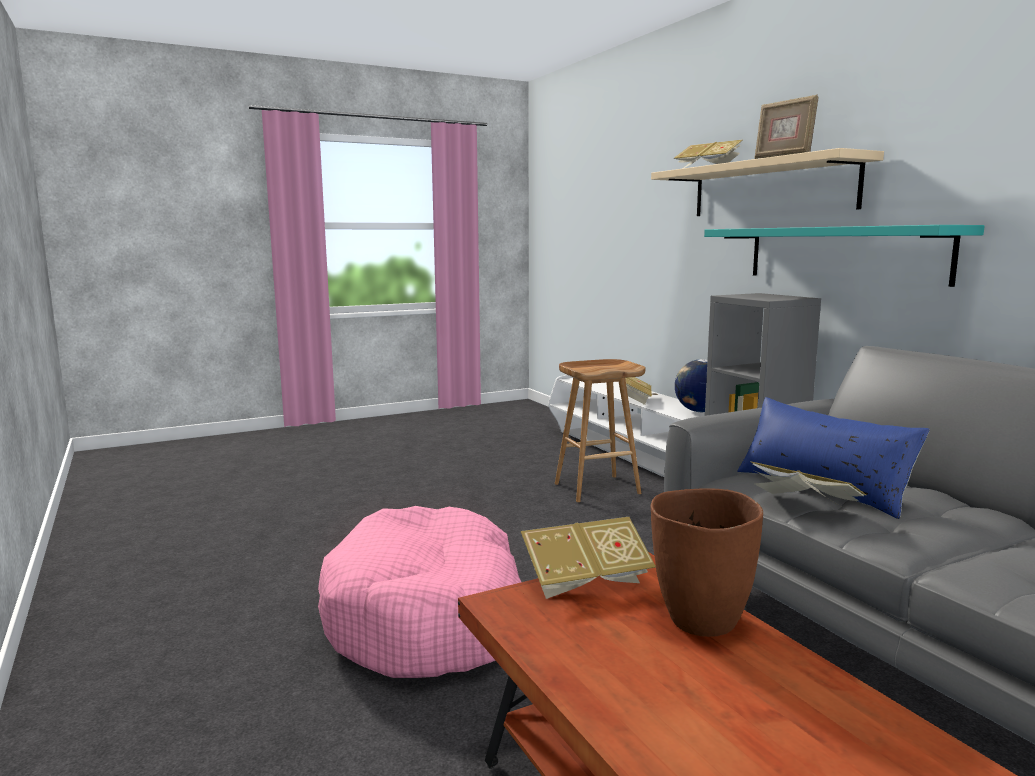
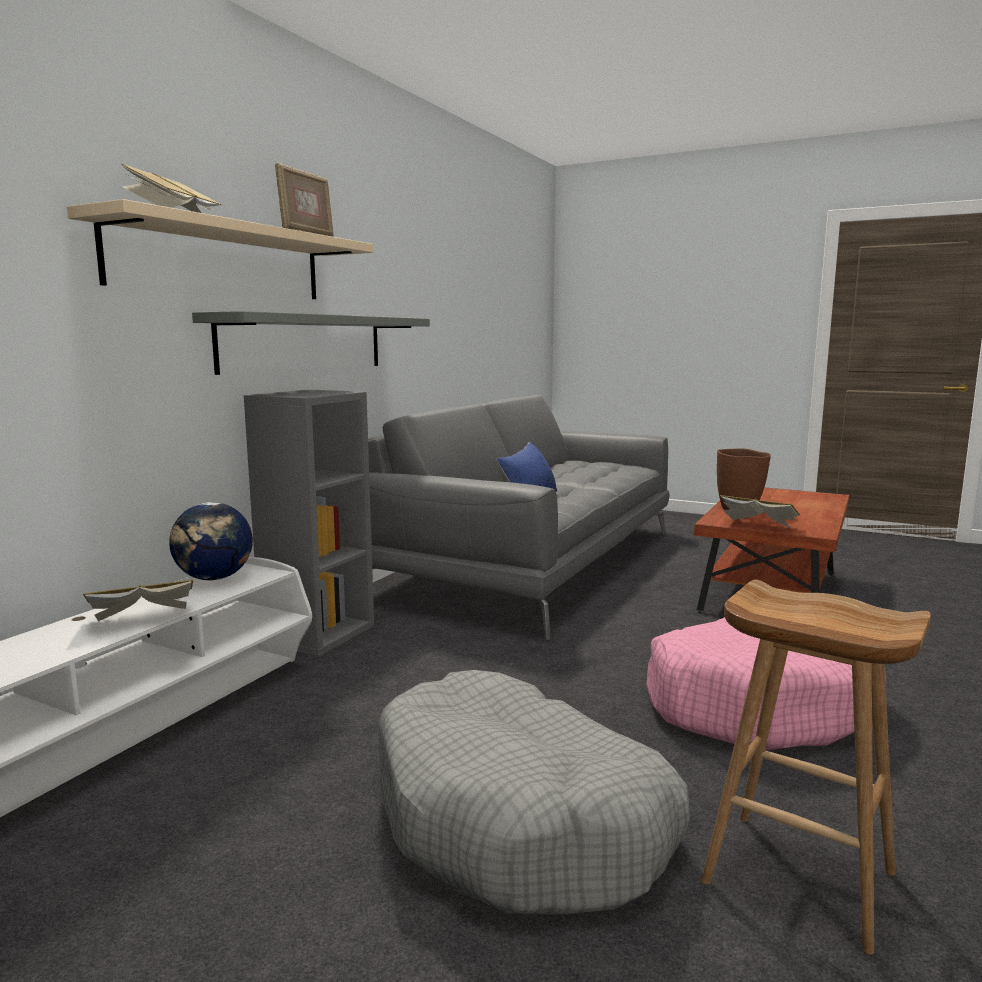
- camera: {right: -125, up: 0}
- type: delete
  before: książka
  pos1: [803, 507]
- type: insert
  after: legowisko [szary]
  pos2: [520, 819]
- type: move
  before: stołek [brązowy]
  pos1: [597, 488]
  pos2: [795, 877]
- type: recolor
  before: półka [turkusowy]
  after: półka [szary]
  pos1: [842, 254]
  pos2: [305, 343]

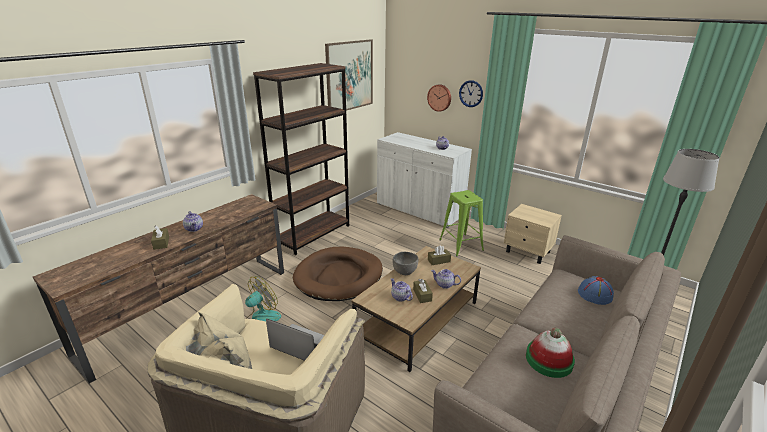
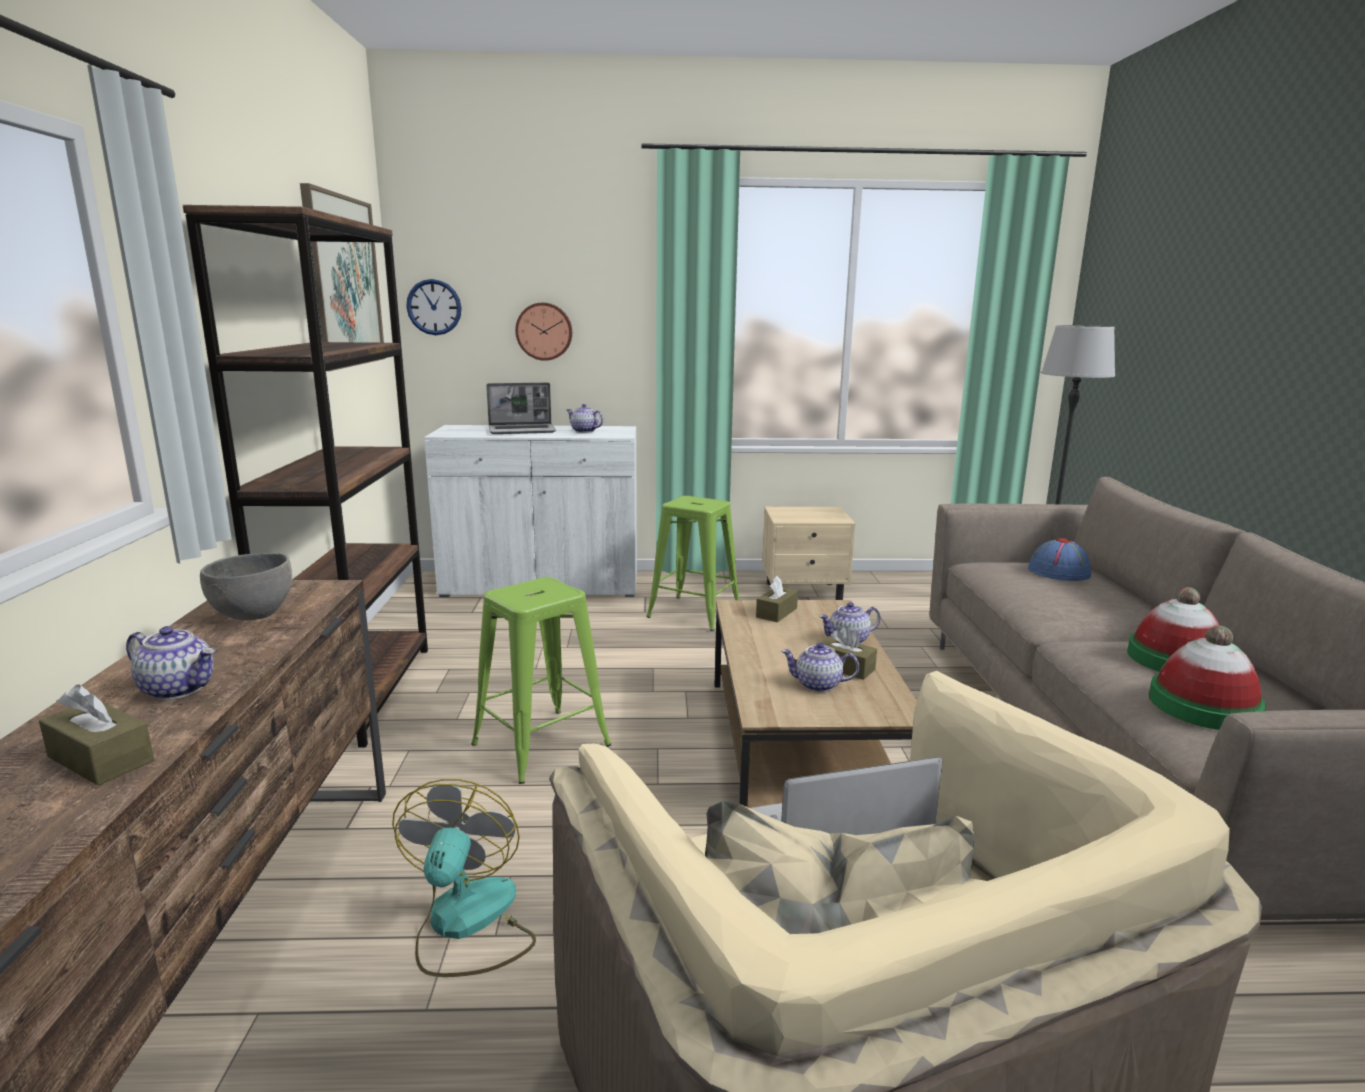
- camera: {right: -40, up: -10}
- type: insert
  after: laptop
  pos2: [523, 430]
- type: insert
  after: kapelusz
  pos2: [1203, 706]
- type: move
  before: miska [szary]
  pos1: [405, 272]
  pos2: [253, 614]
- type: move
  before: zegar ścienny
  pos1: [471, 93]
  pos2: [434, 307]
- type: replace
  before: legowisko [brązowy]
  after: stołek [zielony]
  pos1: [339, 276]
  pos2: [540, 745]

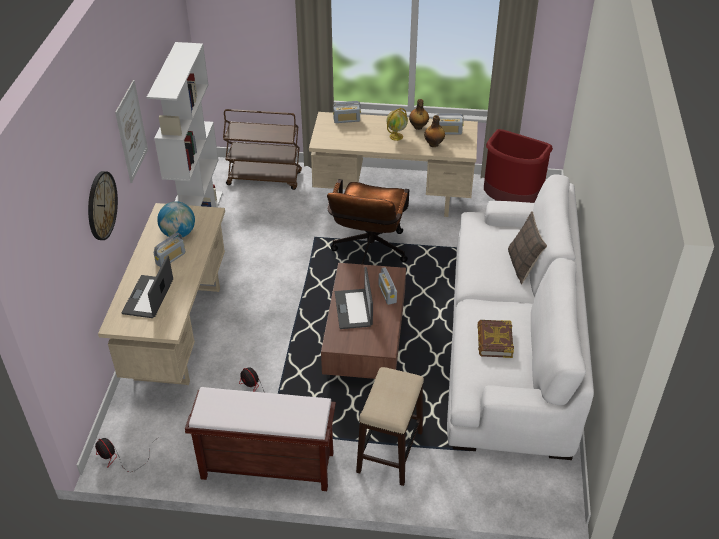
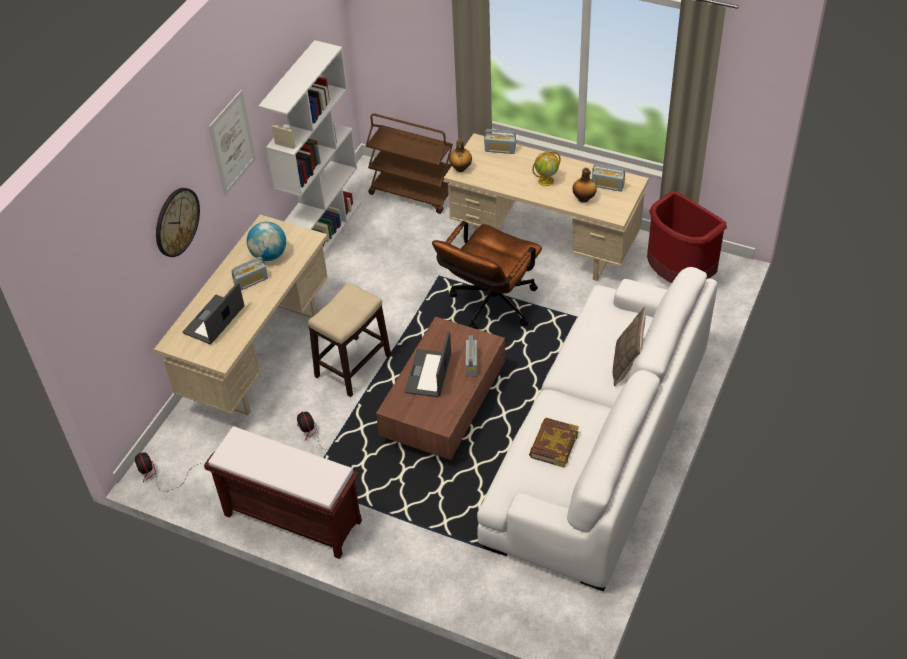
- camera: {right: 20, up: 5}
- type: move
  before: stołek
  pos1: [389, 452]
  pos2: [352, 367]
- type: move
  before: butelka
  pos1: [418, 127]
  pos2: [460, 168]

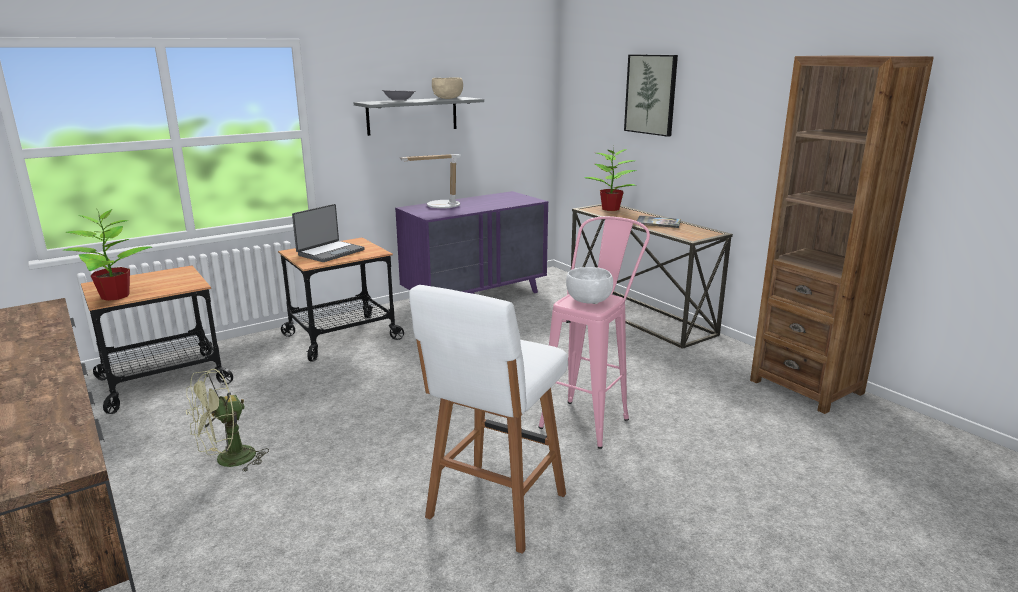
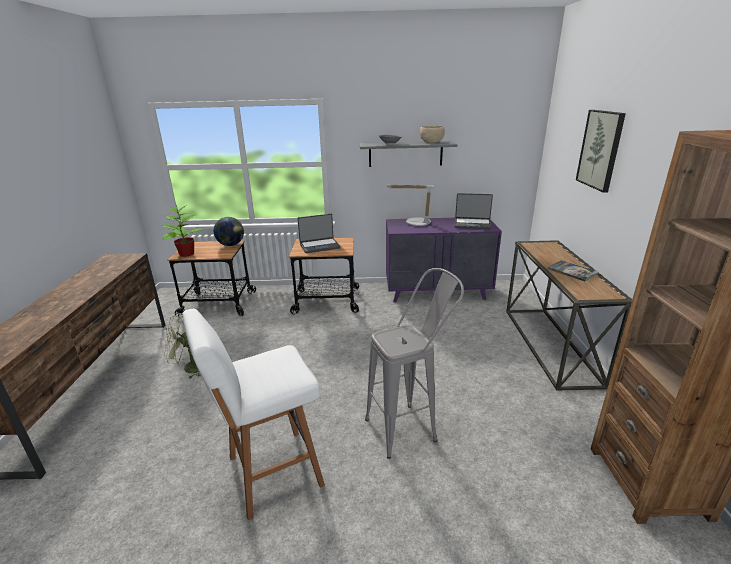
- camera: {right: 35, up: 5}
- type: delete
  before: miska [biały]
  pos1: [589, 301]
- type: delete
  before: roślina doniczkowa
  pos1: [611, 209]
- type: insert
  after: globus
  pos2: [231, 245]
- type: insert
  after: laptop
  pos2: [472, 224]
- type: recolor
  before: stołek [różowy]
  after: stołek [szary]
  pos1: [590, 418]
  pos2: [410, 427]

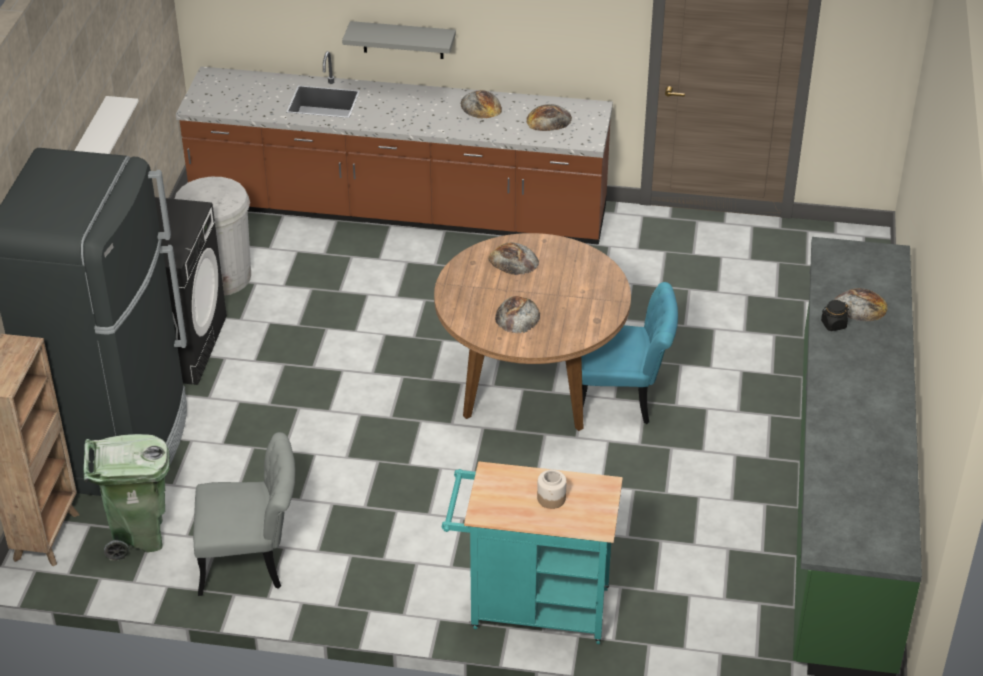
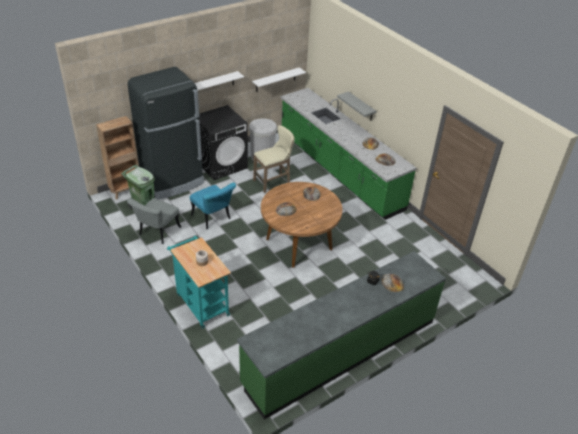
- camera: {right: 45, up: 0}
- type: insert
  after: półka [biały]
  pos2: [276, 79]
- type: insert
  after: stołek [beżowy]
  pos2: [274, 181]
- type: move
  before: krzesło [turkusowy]
  pos1: [624, 398]
  pos2: [213, 218]
- type: recolor
  before: zabudowa kuchenna [brązowy]
  after: zabudowa kuchenna [zielony]
  pos1: [399, 210]
  pos2: [339, 171]
- type: rotate
  before: krzesło [szary]
  pos1: [252, 561]
  pos2: [157, 233]
  turn: 75

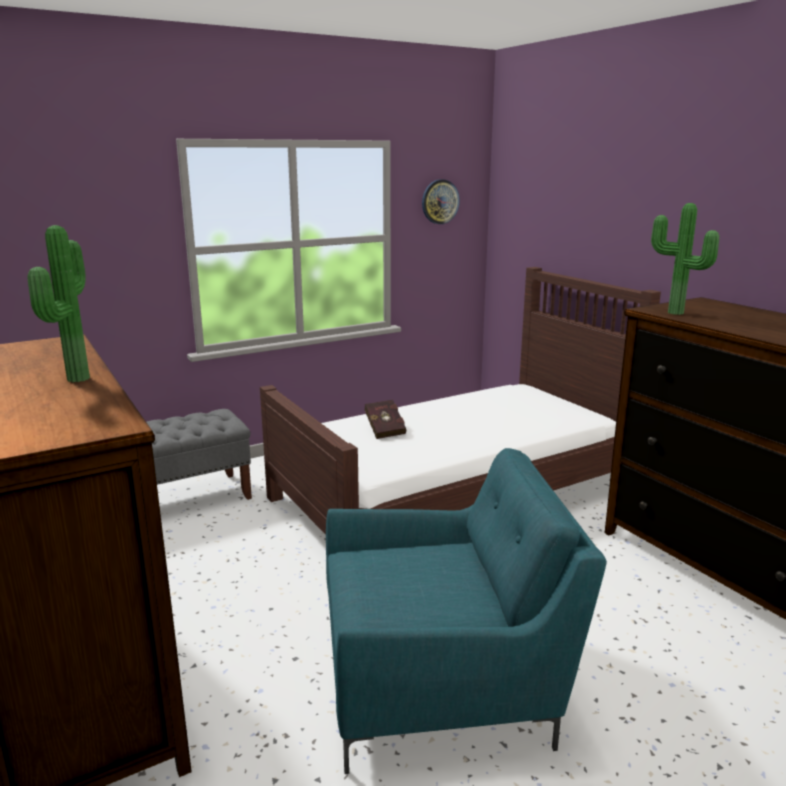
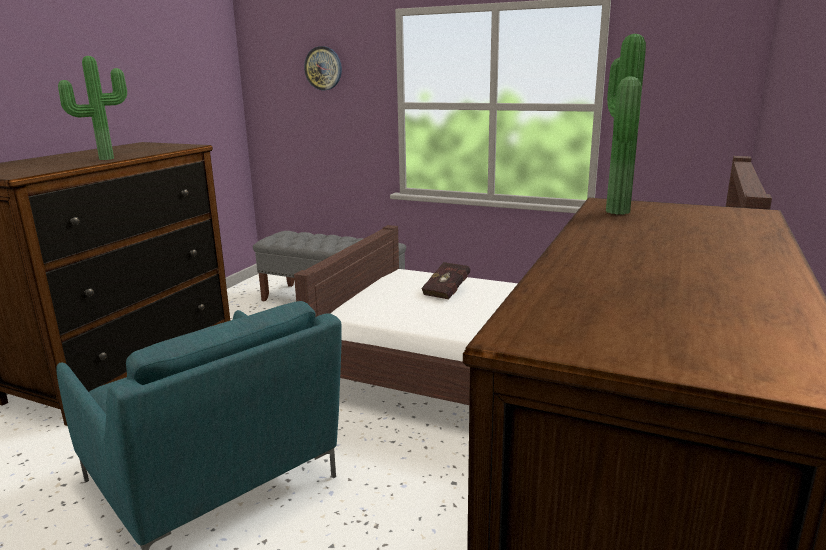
- camera: {right: 55, up: 0}
- type: move
  before: zegar ścienny
  pos1: [440, 201]
  pos2: [323, 68]

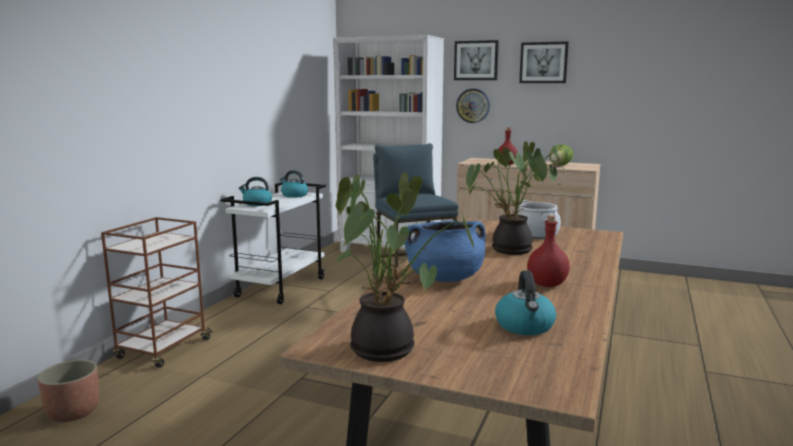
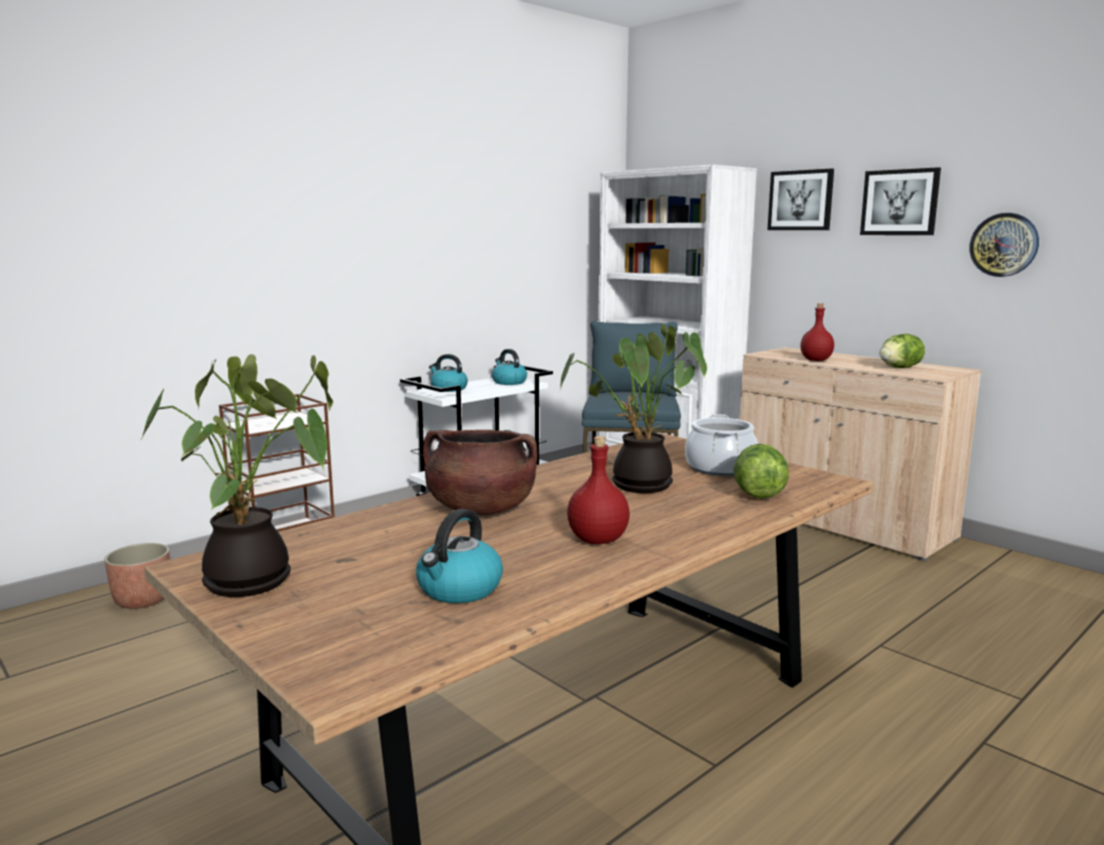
- camera: {right: 25, up: 0}
- type: insert
  after: sałata
  pos2: [758, 494]
- type: move
  before: zegar ścienny
  pos1: [473, 105]
  pos2: [1004, 245]
- type: recolor
  before: garnek [niebieski]
  after: garnek [brązowy]
  pos1: [445, 278]
  pos2: [480, 509]

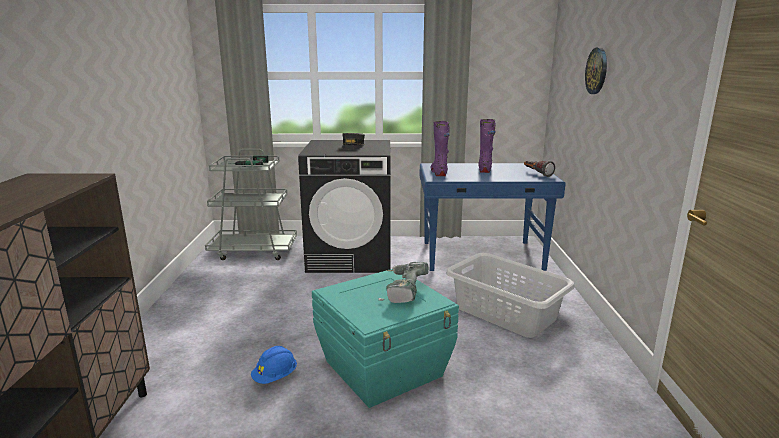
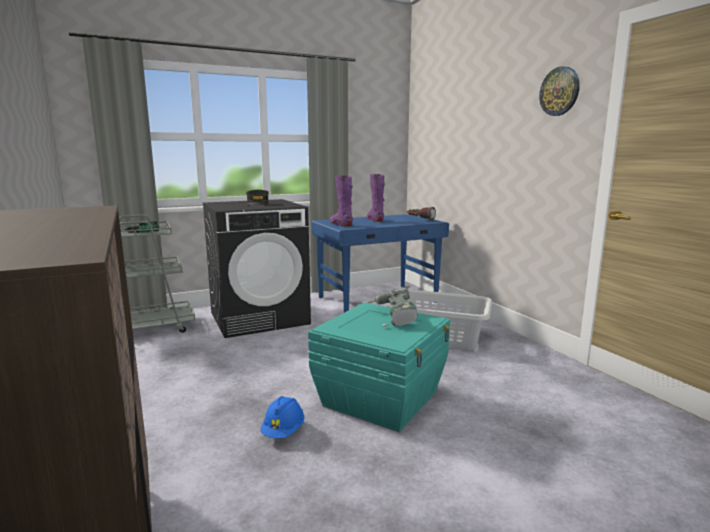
- camera: {right: -25, up: -5}
- type: move
  before: zegar ścienny
  pos1: [597, 71]
  pos2: [559, 91]

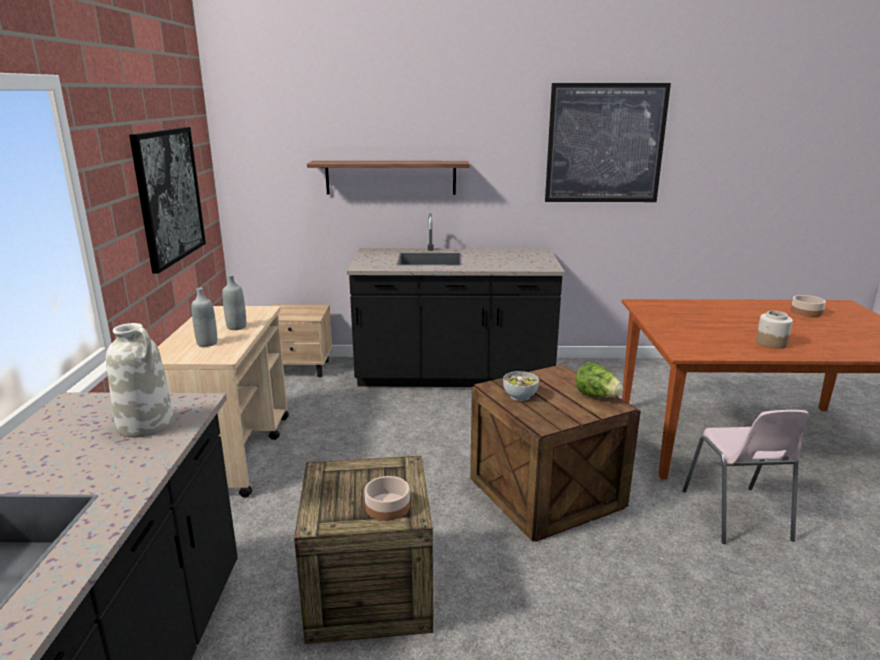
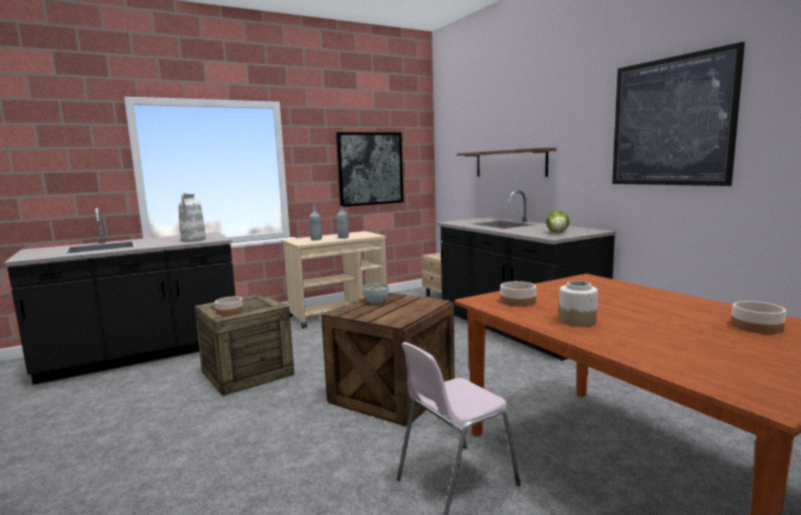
- camera: {right: 60, up: -10}
- type: insert
  after: miska
  pos2: [518, 301]
- type: move
  before: sałata
  pos1: [597, 396]
  pos2: [558, 232]

